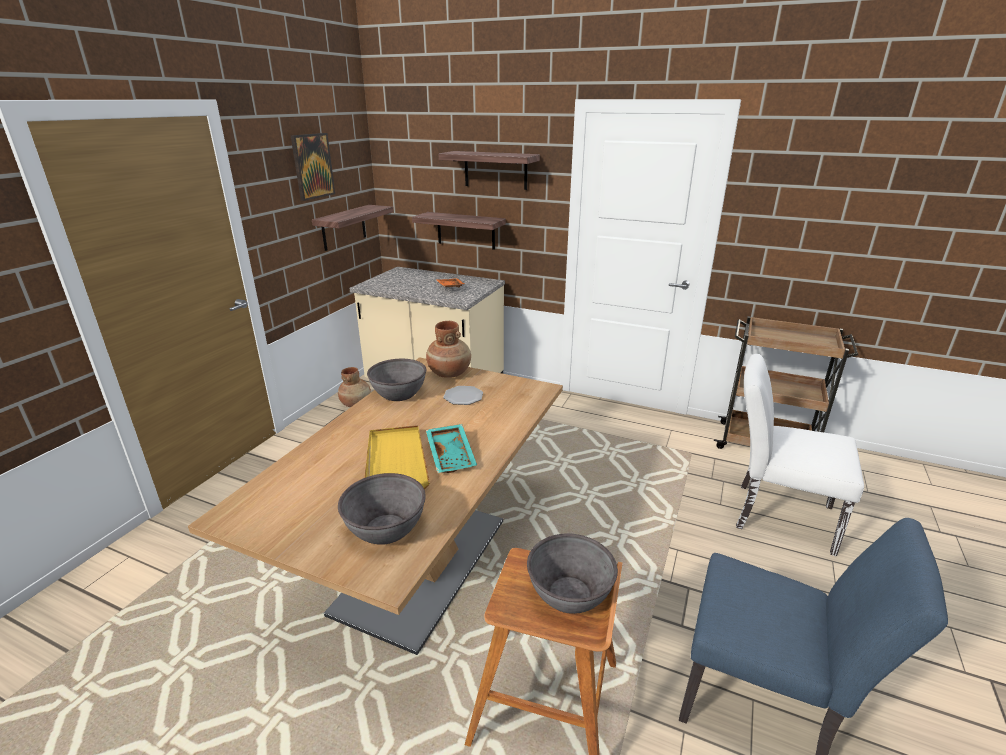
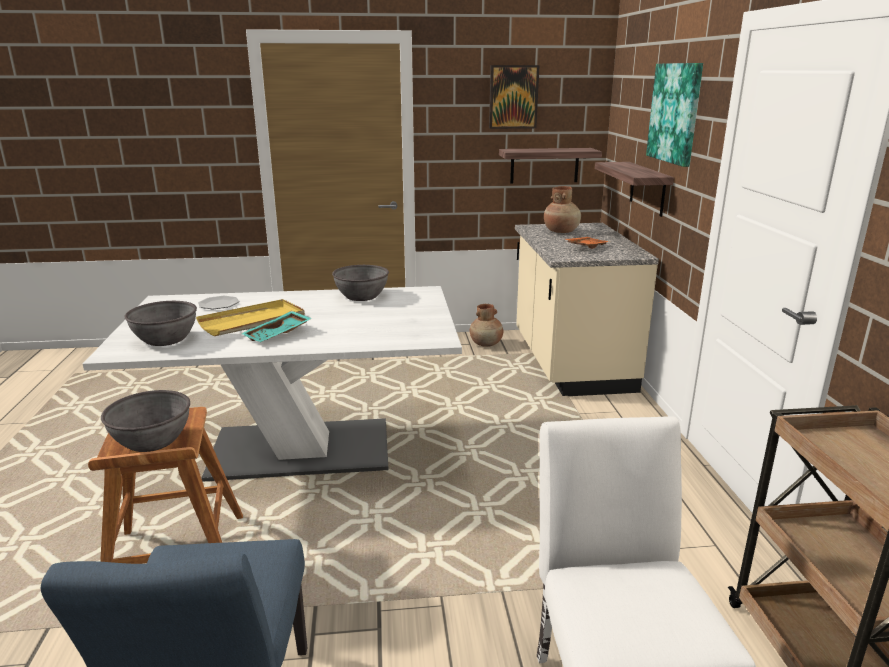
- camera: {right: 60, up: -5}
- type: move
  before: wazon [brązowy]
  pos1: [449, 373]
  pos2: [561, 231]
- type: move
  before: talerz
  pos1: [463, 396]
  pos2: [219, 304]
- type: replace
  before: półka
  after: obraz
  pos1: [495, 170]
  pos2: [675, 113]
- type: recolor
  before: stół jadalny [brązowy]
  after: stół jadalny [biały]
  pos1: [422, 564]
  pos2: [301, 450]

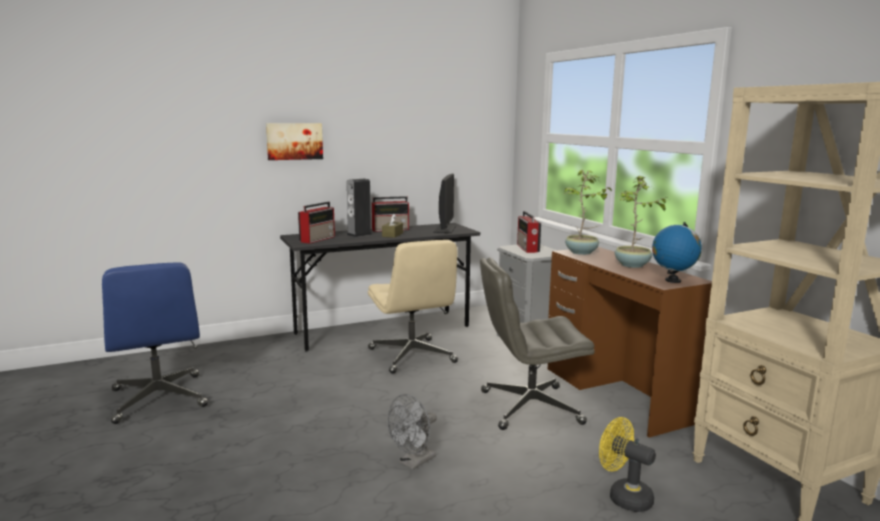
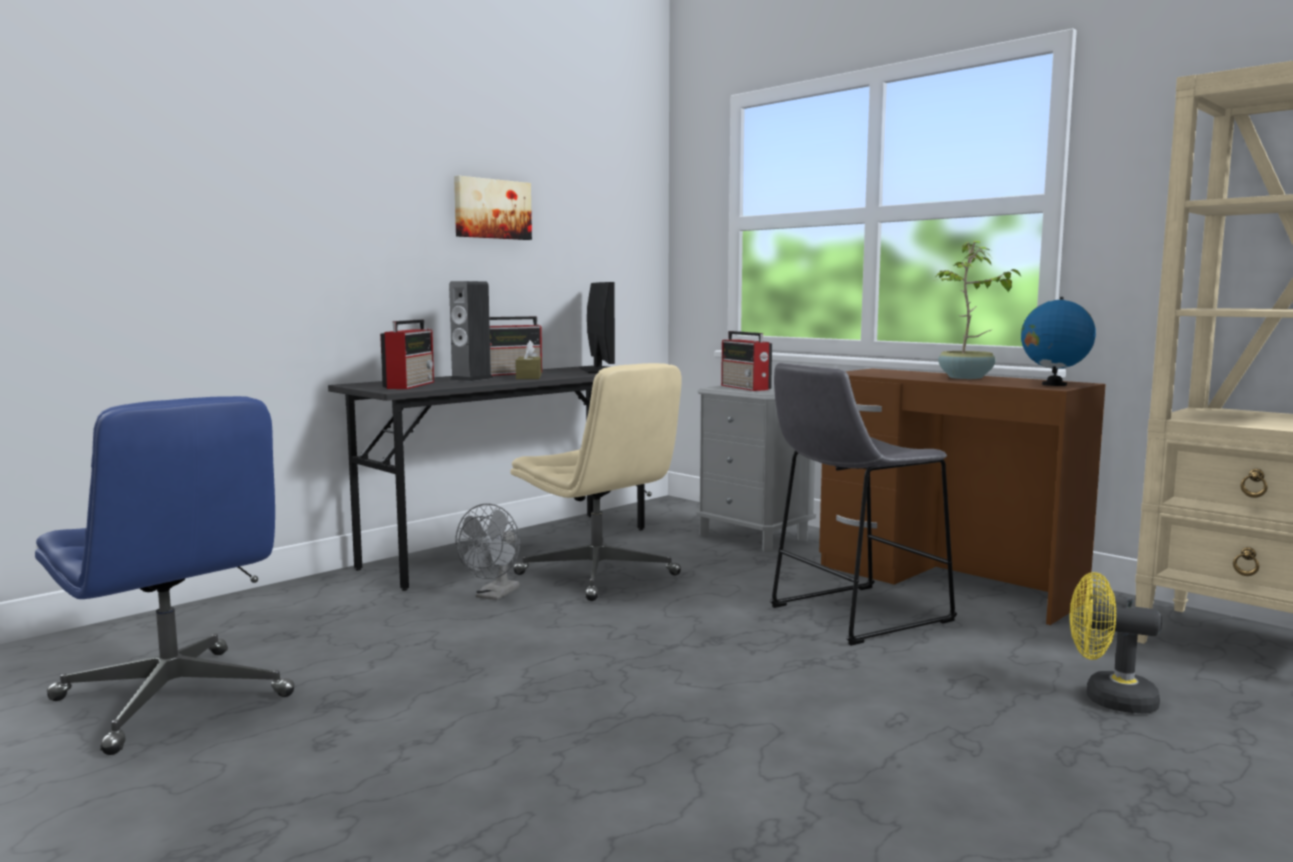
- camera: {right: -20, up: -5}
- type: delete
  before: roślina doniczkowa
  pos1: [582, 252]
- type: move
  before: obraz
  pos1: [294, 141]
  pos2: [491, 209]
- type: move
  before: wentylator [szary]
  pos1: [413, 462]
  pos2: [494, 595]
- type: replace
  before: krzesło biurowe [szary]
  after: stołek [szary]
  pos1: [529, 408]
  pos2: [852, 615]

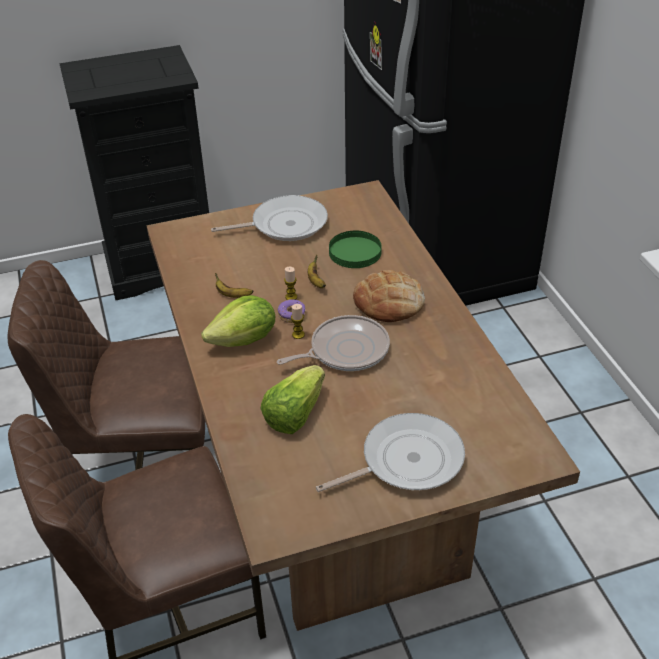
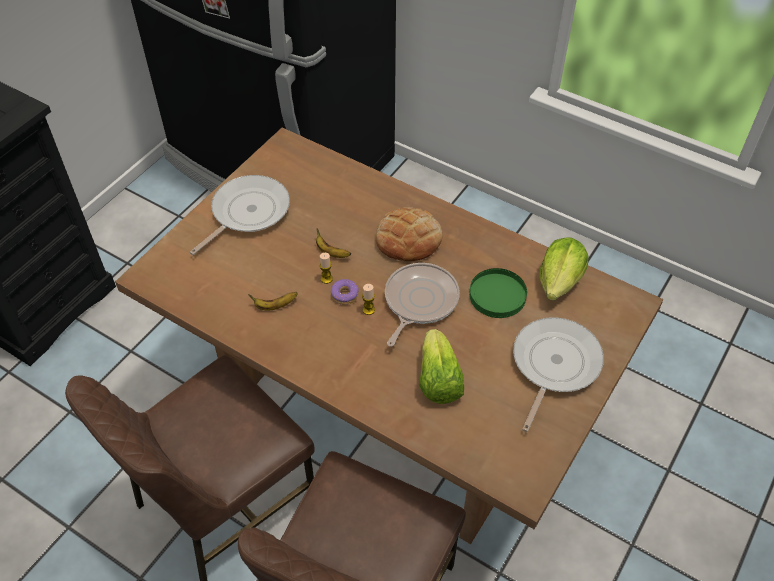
- camera: {right: -40, up: 10}
- type: move
  before: sałata
  pos1: [244, 340]
  pos2: [559, 281]
- type: move
  before: talerz [zielony]
  pos1: [355, 252]
  pos2: [498, 295]

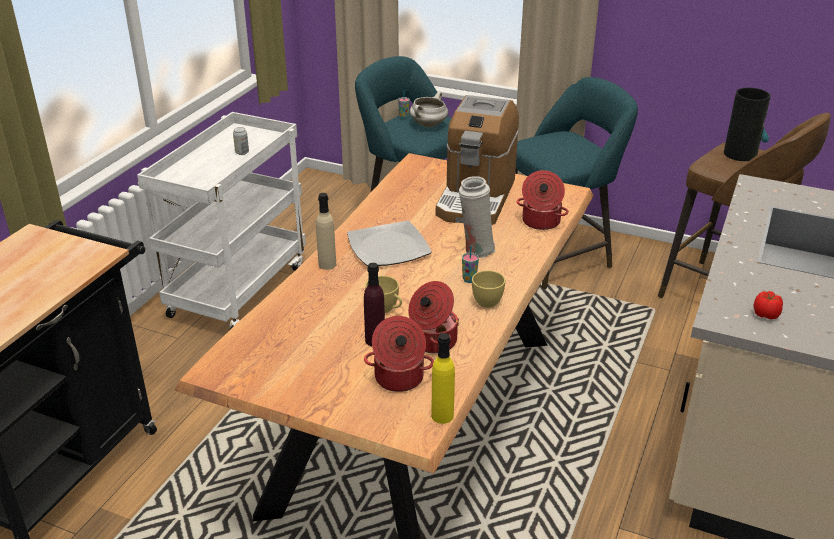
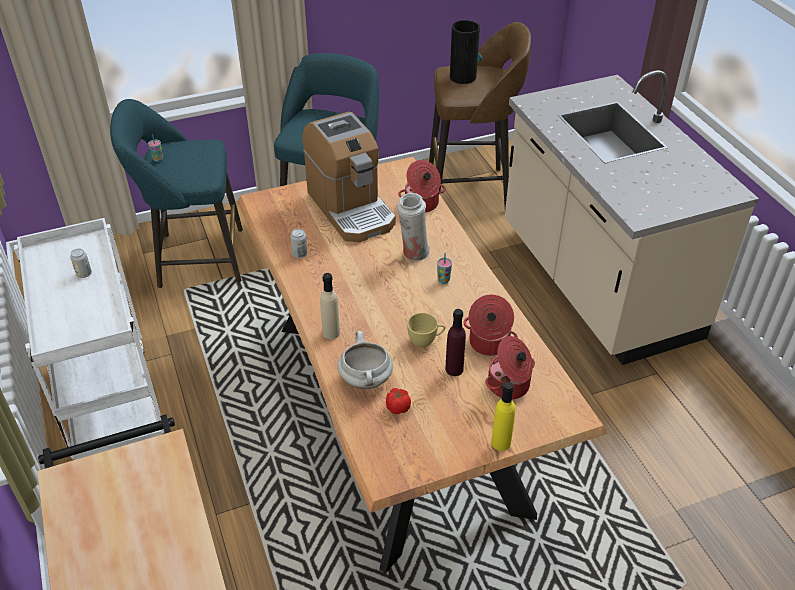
- camera: {right: -45, up: 10}
- type: delete
  before: talerz
  pos1: [389, 247]
- type: delete
  before: filiżanka [żółty]
  pos1: [489, 300]
- type: insert
  after: puszka
  pos2: [299, 254]
- type: move
  before: garnek [biały]
  pos1: [428, 125]
  pos2: [366, 380]
- type: move
  before: butelka [żółty]
  pos1: [442, 416]
  pos2: [501, 442]
- type: move
  before: pomidor
  pos1: [765, 314]
  pos2: [397, 407]

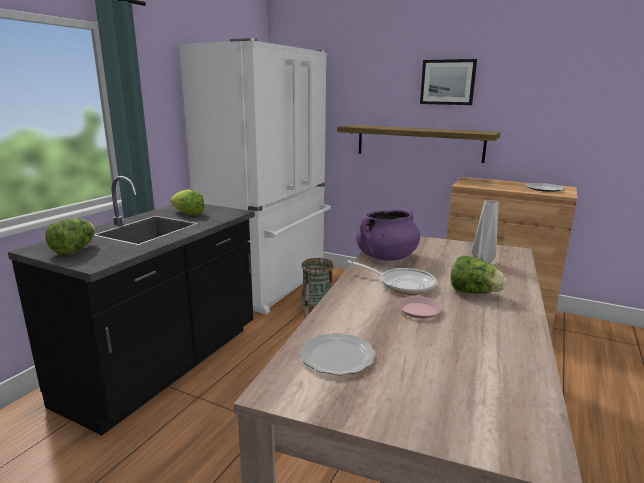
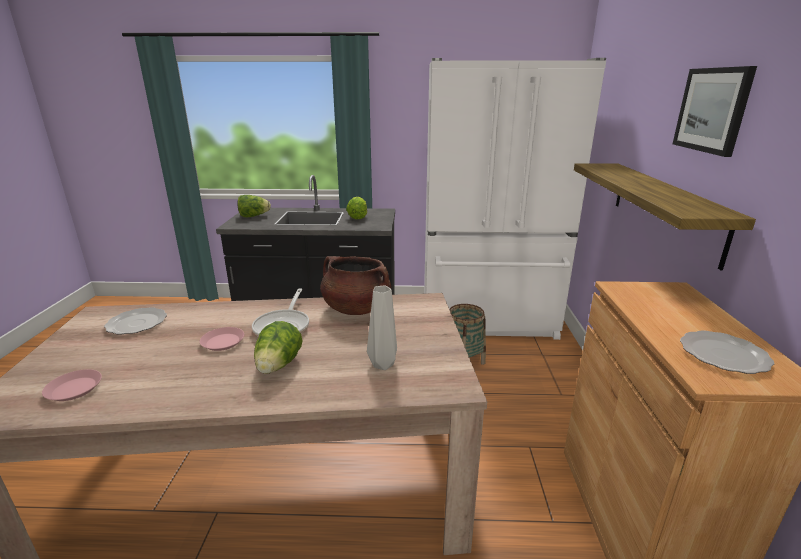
- camera: {right: 65, up: 5}
- type: insert
  after: talerz [różowy]
  pos2: [74, 389]
- type: recolor
  before: garnek [fioletowy]
  after: garnek [brązowy]
  pos1: [386, 257]
  pos2: [356, 309]

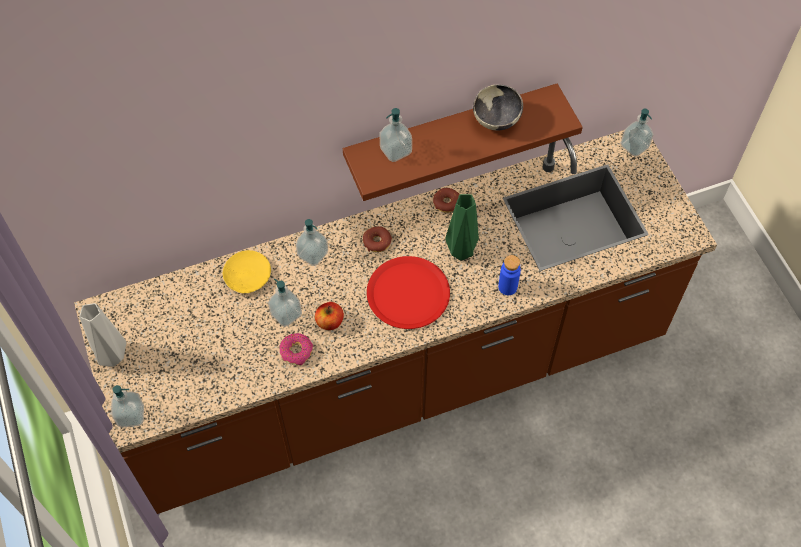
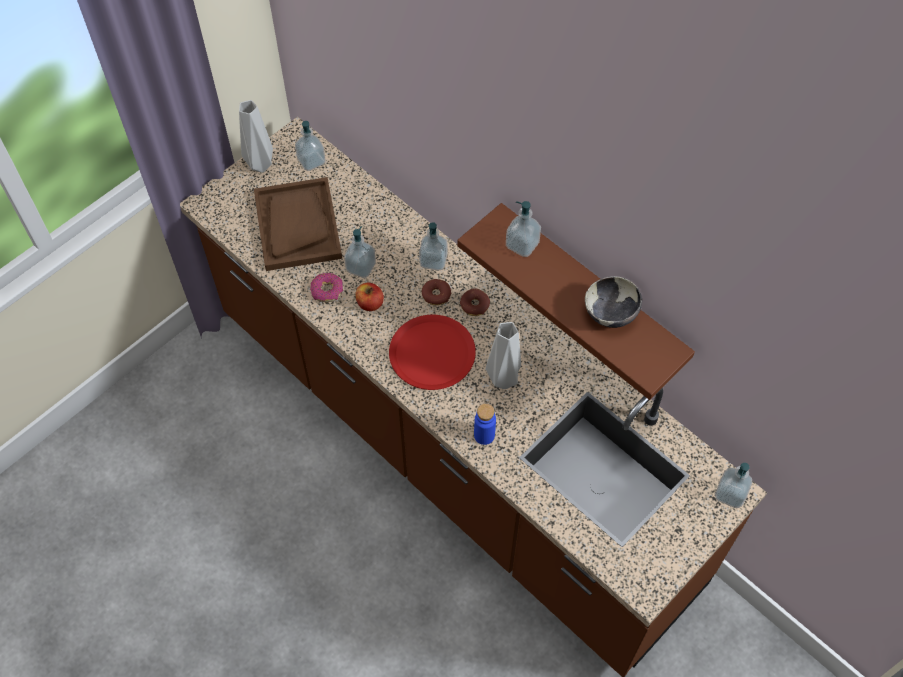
- camera: {right: 65, up: 0}
- type: delete
  before: talerz [żółty]
  pos1: [247, 275]
- type: insert
  after: taca [brązowy]
  pos2: [297, 225]
- type: move
  before: dozownik mydła
  pos1: [131, 415]
  pos2: [311, 161]
- type: move
  before: donut
  pos1: [446, 203]
  pos2: [436, 295]
- type: recolor
  before: wazon [zielony]
  after: wazon [szary]
  pos1: [460, 252]
  pos2: [501, 379]

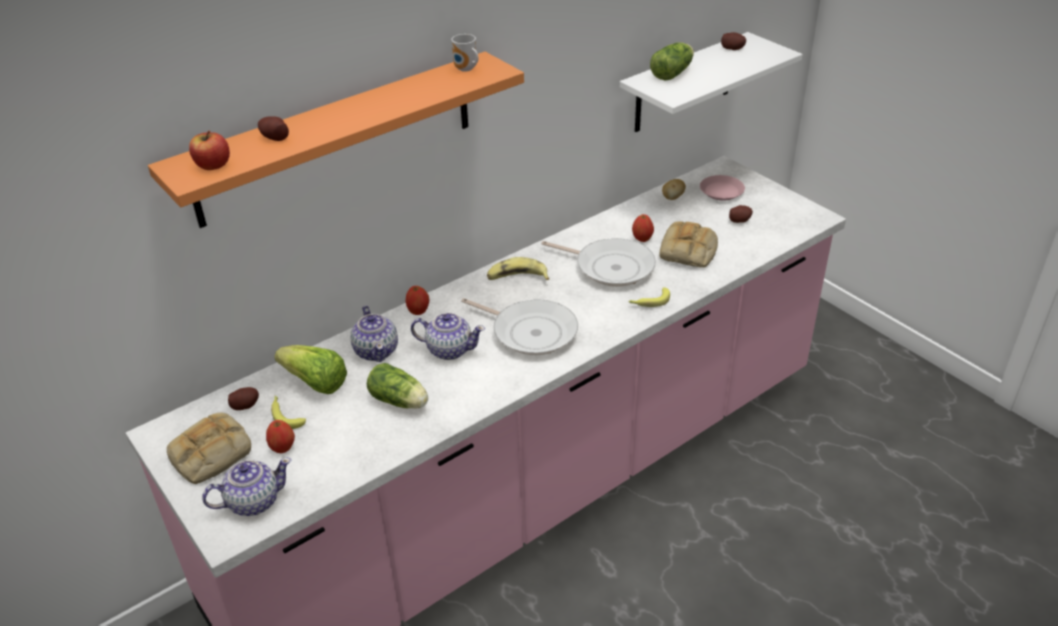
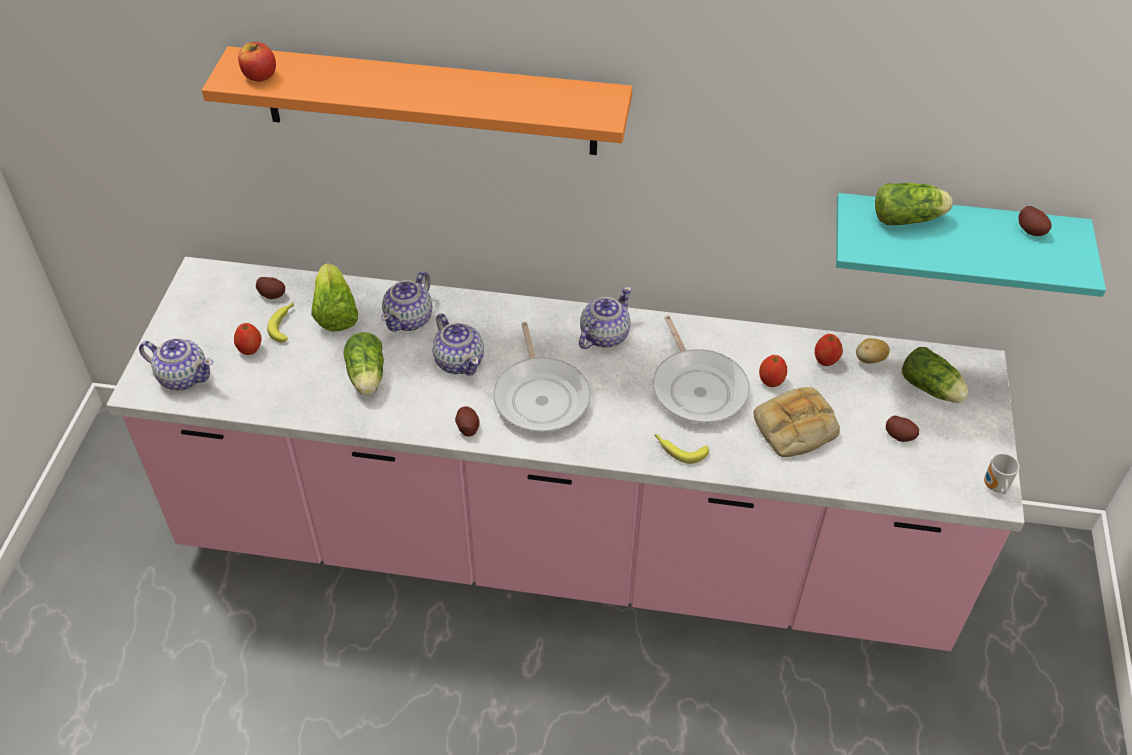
- camera: {right: 45, up: 10}
- type: delete
  before: chleb
  pos1: [210, 455]
- type: move
  before: ziemniak
  pos1: [274, 137]
  pos2: [467, 427]
- type: move
  before: jabłko
  pos1: [418, 311]
  pos2: [825, 360]
- type: move
  before: kubek
  pos1: [466, 70]
  pos2: [994, 487]
- type: replace
  before: banan
  after: imbryk
  pos1: [517, 277]
  pos2: [603, 336]
- type: replace
  before: talerz [różowy]
  after: sałata
  pos1: [721, 191]
  pos2: [932, 389]
- type: recolor
  before: półka [biały]
  after: półka [turkusowy]
  pos1: [684, 83]
  pos2: [953, 237]

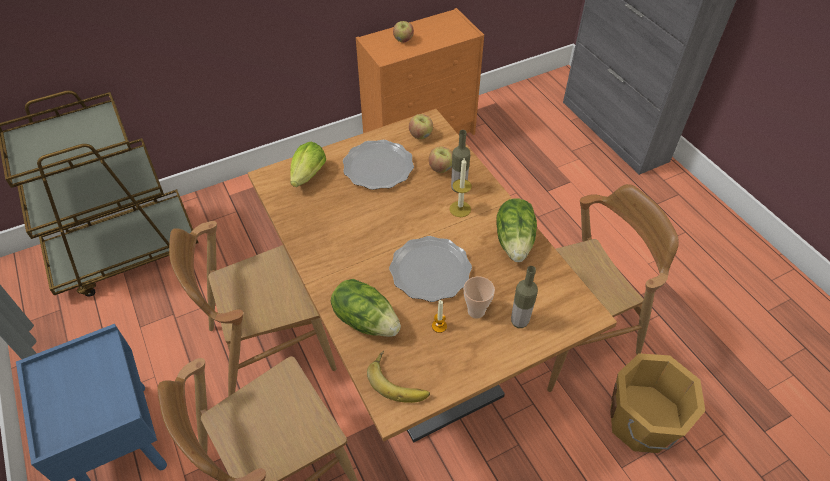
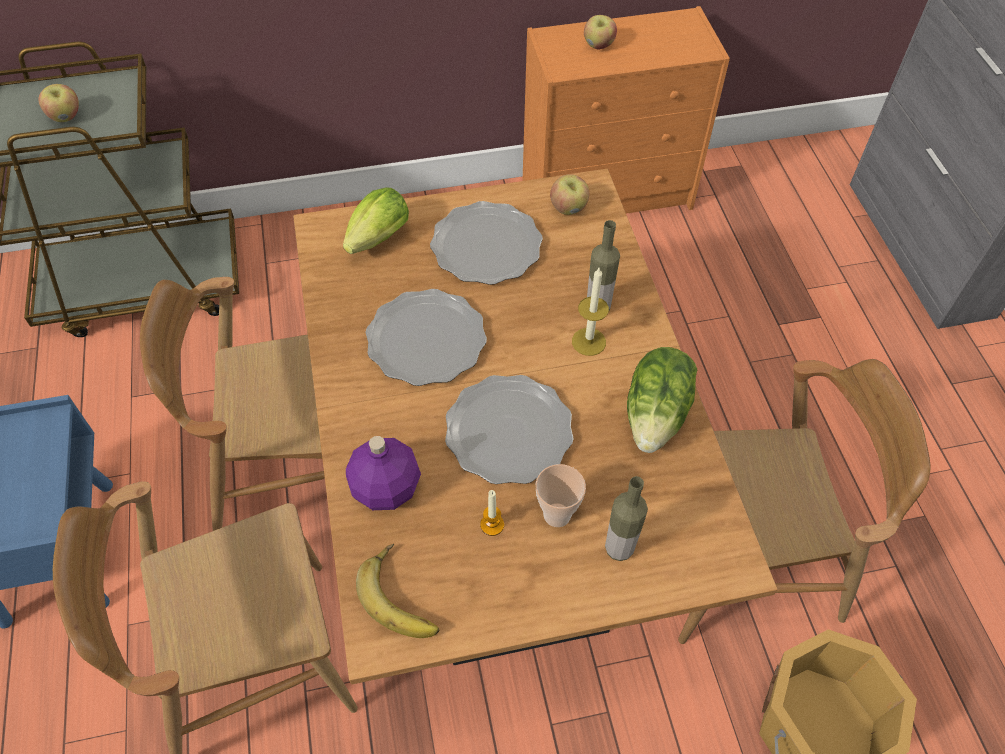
- camera: {right: 15, up: 5}
- type: insert
  after: talerz
  pos2: [425, 340]
- type: move
  before: jabłko
  pos1: [441, 168]
  pos2: [66, 117]
- type: replace
  before: sałata
  after: butelka [fioletowy]
  pos1: [366, 320]
  pos2: [386, 487]

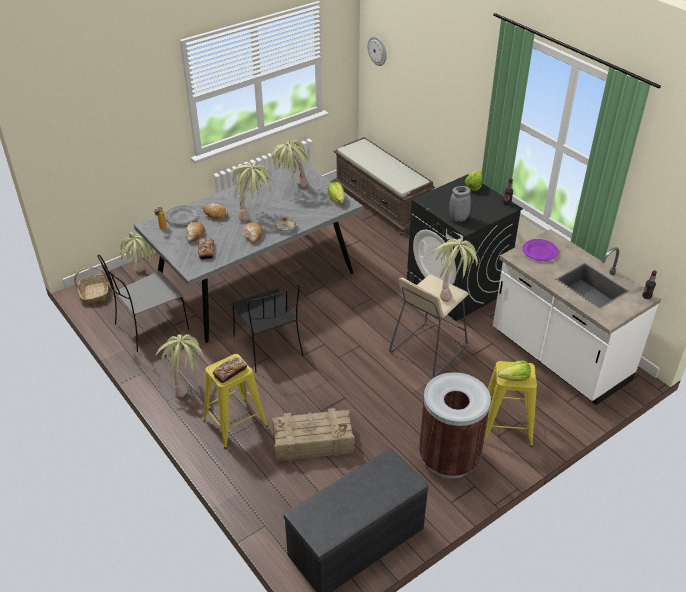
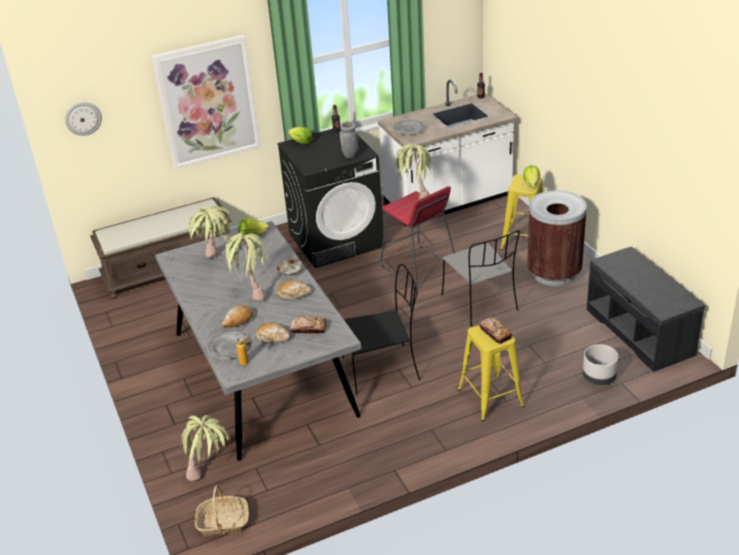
- camera: {right: -75, up: -5}
- type: delete
  before: roślina doniczkowa
  pos1: [186, 384]
- type: delete
  before: skrzynka
  pos1: [312, 442]
- type: insert
  after: obraz
  pos2: [207, 102]
- type: insert
  after: donica [szary]
  pos2: [599, 378]
- type: move
  before: krzesło [szary]
  pos1: [150, 327]
  pos2: [480, 304]
- type: recolor
  before: stołek [beżowy]
  after: stołek [czerwony]
  pos1: [428, 350]
  pos2: [418, 267]
- type: recolor
  before: talerz [fioletowy]
  after: talerz [szary]
  pos1: [540, 252]
  pos2: [408, 129]

